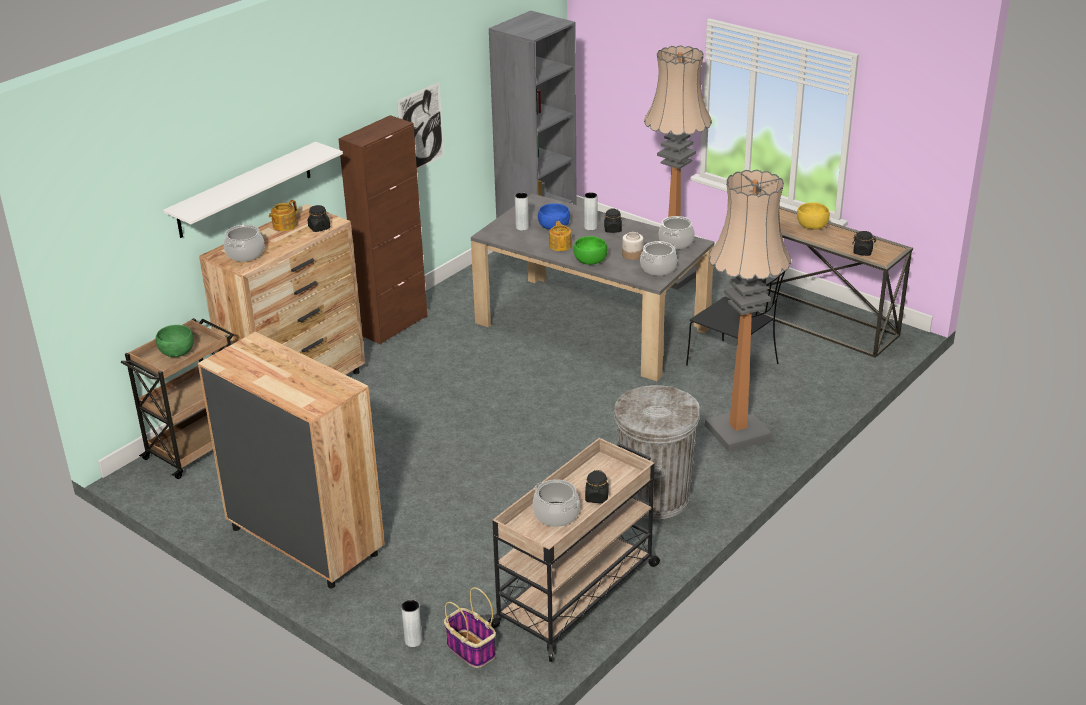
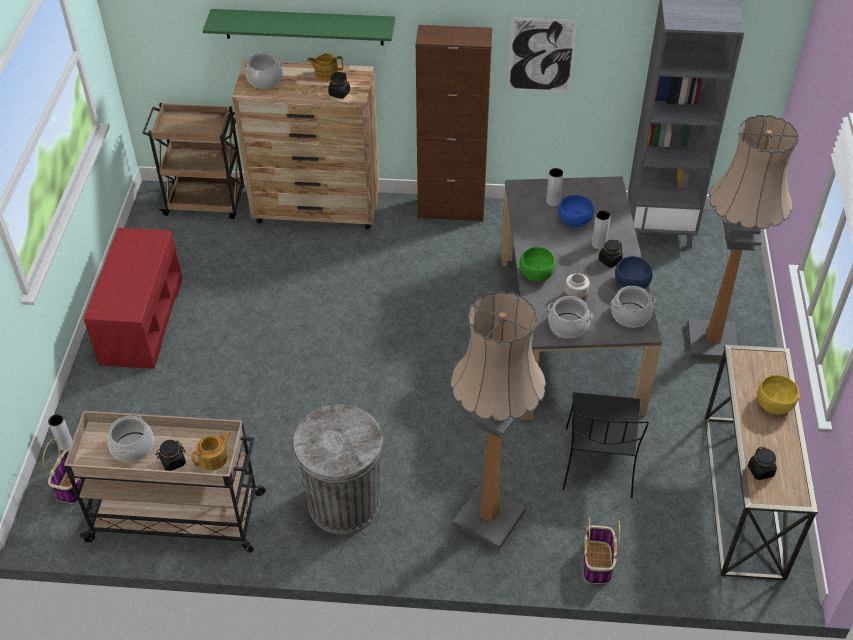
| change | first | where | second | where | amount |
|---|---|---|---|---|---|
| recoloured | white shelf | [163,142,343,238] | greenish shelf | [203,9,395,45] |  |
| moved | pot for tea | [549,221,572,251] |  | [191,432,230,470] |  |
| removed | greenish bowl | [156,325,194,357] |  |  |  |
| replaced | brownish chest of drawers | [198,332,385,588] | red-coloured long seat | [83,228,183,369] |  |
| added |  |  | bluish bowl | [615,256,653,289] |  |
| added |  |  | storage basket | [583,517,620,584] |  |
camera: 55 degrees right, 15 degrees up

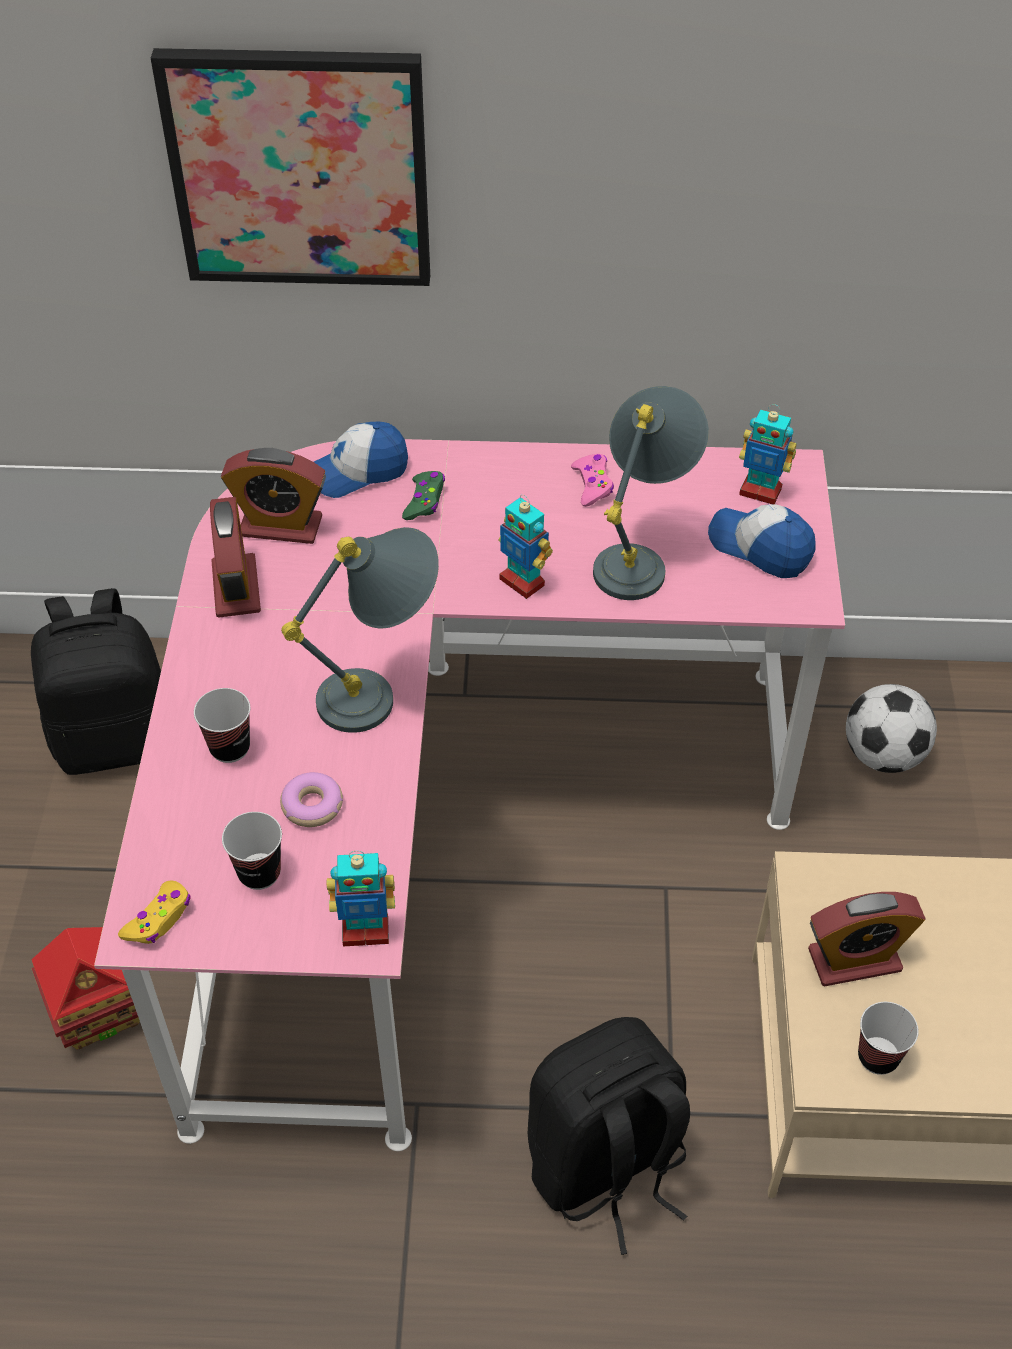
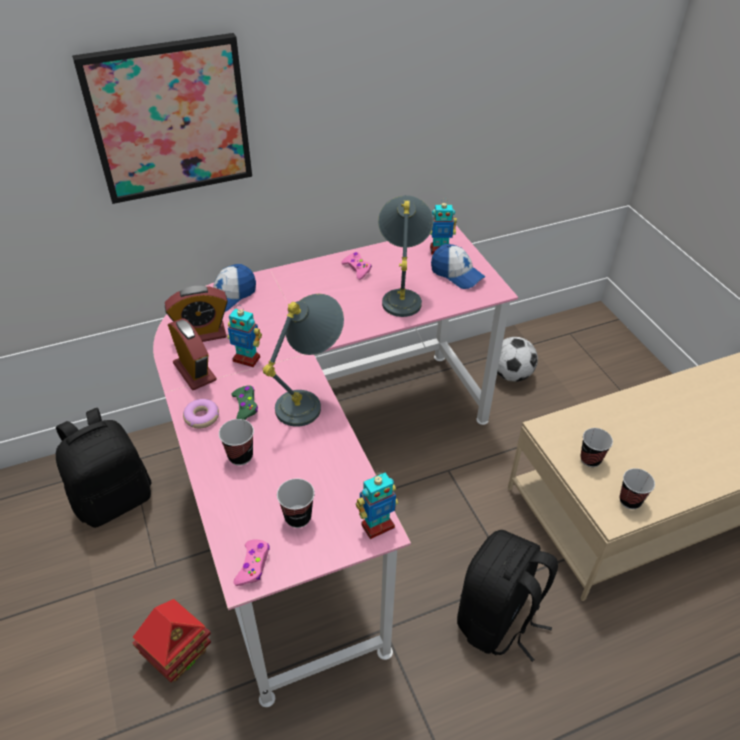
| change | first | where | second | where | amount |
|---|---|---|---|---|---|
| moved | greenish joypad | [402,471,445,520] |  | [231,385,258,420] |  |
| moved | model robot | [498,495,553,599] |  | [227,305,262,367] |  |
| turned | peaked cap | [708,504,816,578] |  | [431,244,486,289] | 150 degrees counterclockwise |
| moved | ring doughnut | [280,772,343,827] |  | [183,399,219,428] |  |
| recoloured | yellow-coloured joypad | [118,881,191,944] | pinkish joypad | [233,540,270,586] |  |
| replaced | bedside clock | [808,892,925,986] | cup | [580,428,613,467] |  |
camera: 25 degrees left, 5 degrees down

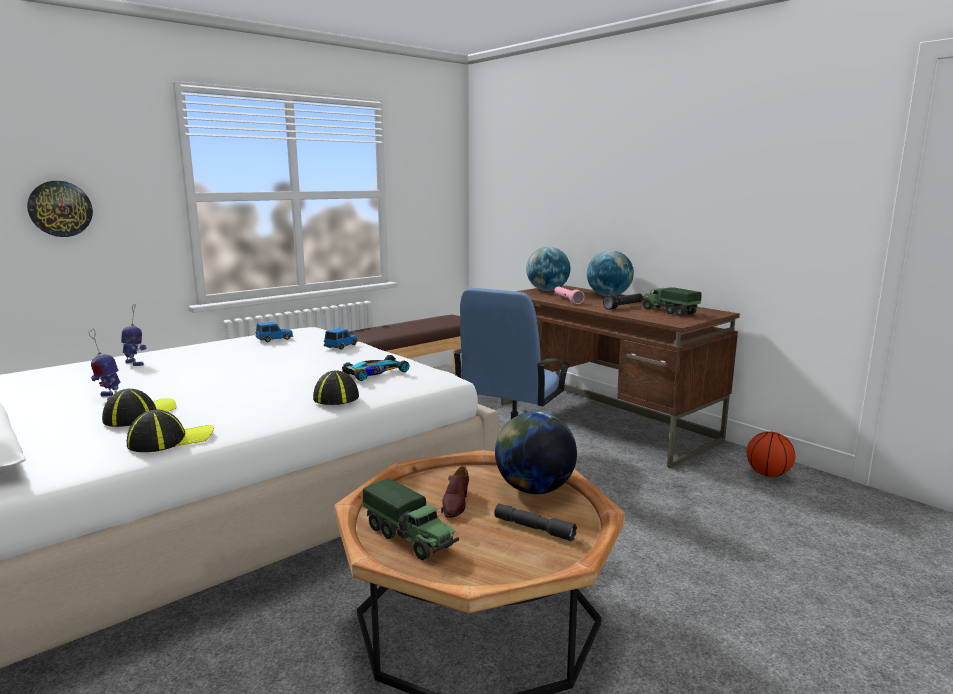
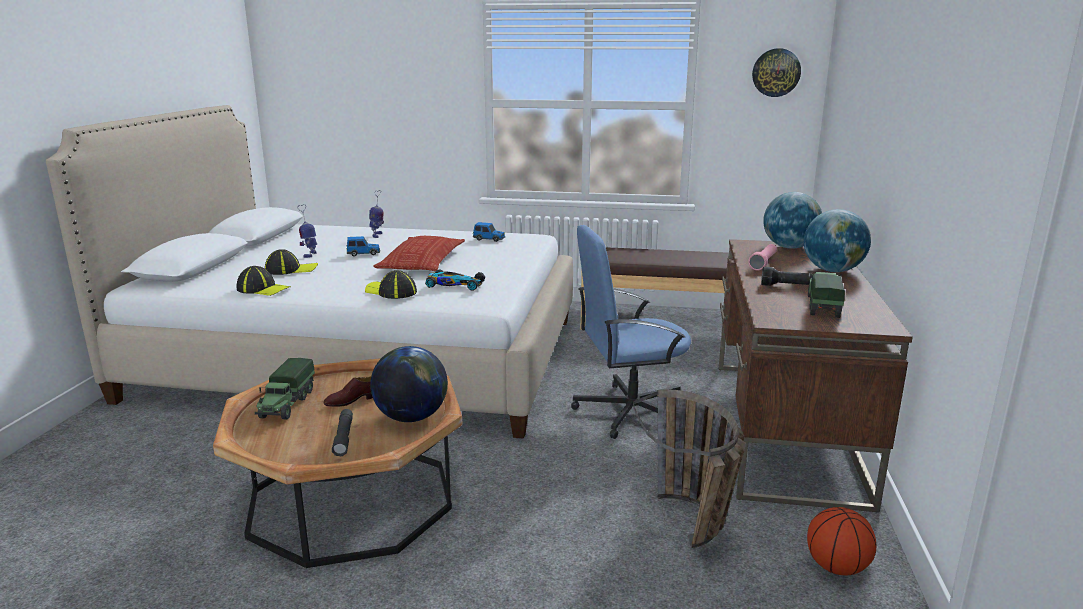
| change | first | where | second | where | amount |
|---|---|---|---|---|---|
| moved | wall clock | [27,181,93,237] |  | [752,48,801,97] |  |
| moved | toy car | [324,328,358,350] |  | [346,236,380,257] |  |
| turned | peaked cap | [313,370,359,405] |  | [365,270,417,299] | 90 degrees counterclockwise |
| added |  |  | pillow | [373,236,465,271] |  |
| added |  |  | storage basket | [633,389,746,548] |  |
camera: 50 degrees right, 5 degrees up

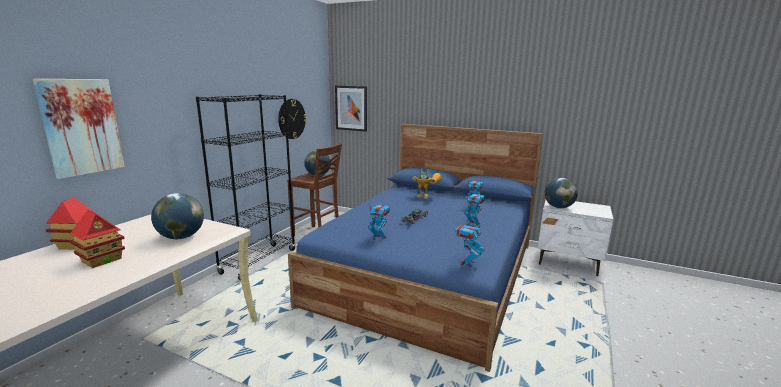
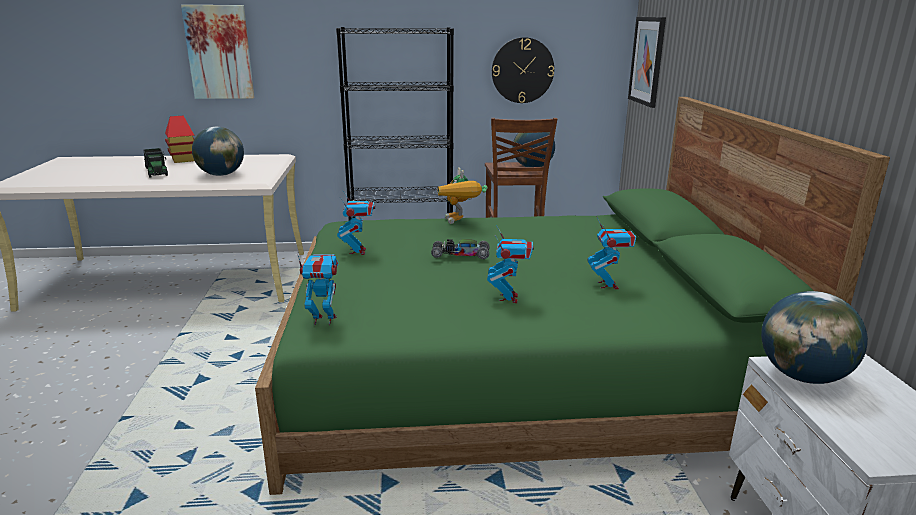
| change | first | where | second | where | amount |
|---|---|---|---|---|---|
| recoloured | bluish bedroom bed | [288,124,543,372] | greenish bedroom bed | [255,97,890,495] |  |
| moved | model robot | [412,169,442,199] |  | [438,167,488,224] |  |
| replaced | miniature house | [70,210,125,268] | toy truck | [143,148,168,178] |  |
camera: 60 degrees right, 5 degrees up

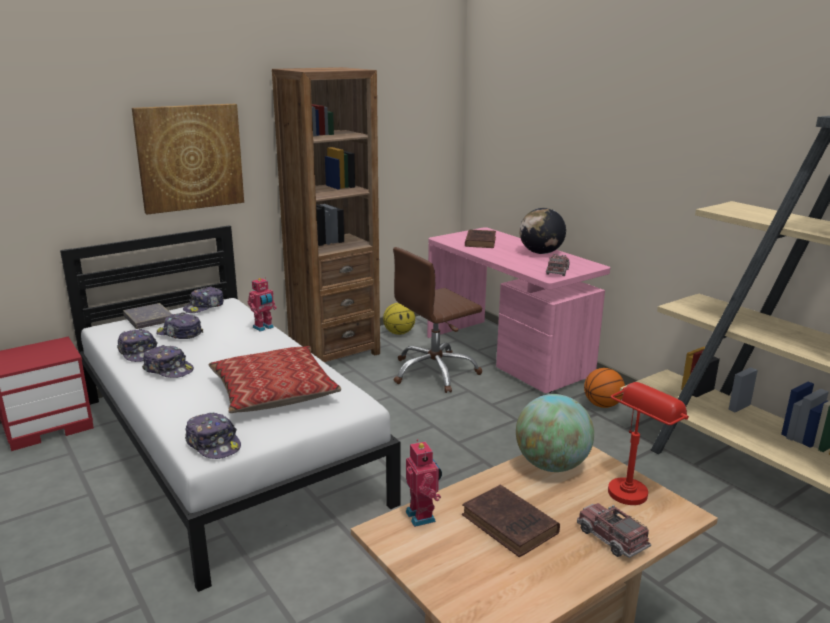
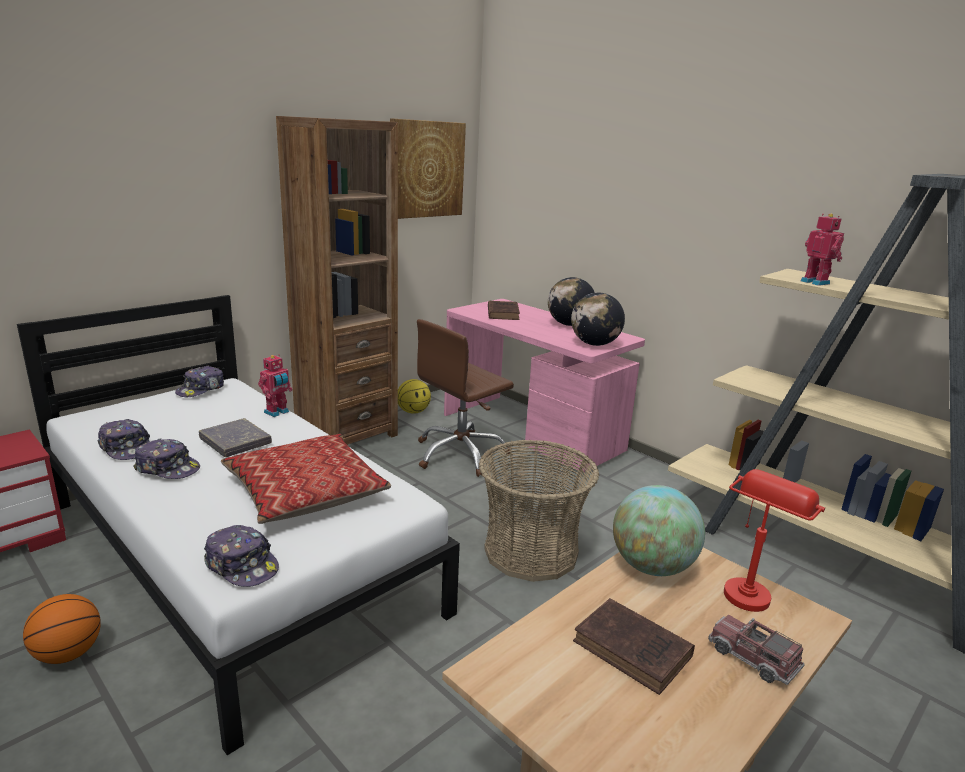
| change | first | where | second | where | amount |
|---|---|---|---|---|---|
| moved | wall picture | [132,104,244,214] |  | [390,118,466,219] |  |
| replaced | toy truck | [546,254,570,276] | desk globe | [571,293,625,346] |  |
| moved | gray book | [123,303,172,329] |  | [199,418,272,457] |  |
| removed | peaked cap | [156,312,203,339] |  |  |  |
| moved | basketball | [584,368,625,408] |  | [23,594,101,664] |  |
| moved | model robot | [406,439,442,527] |  | [801,214,844,286] |  |
| added |  |  | storage basket | [479,440,599,582] |  |
camera: 10 degrees left, 0 degrees up

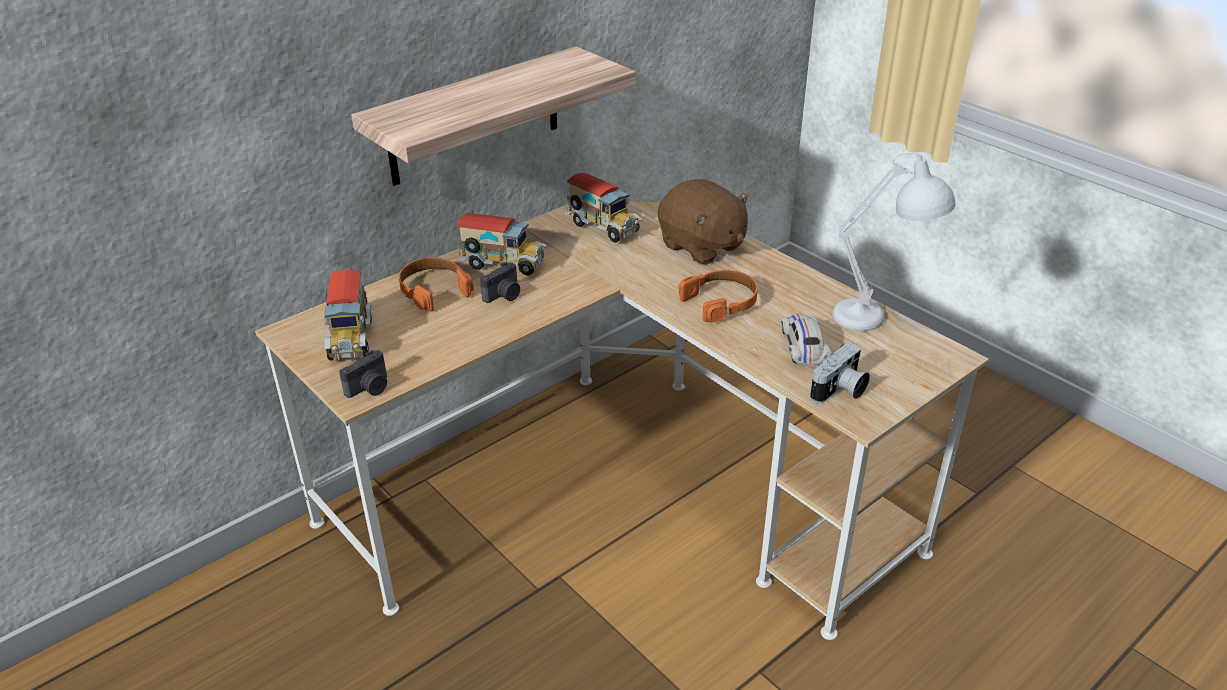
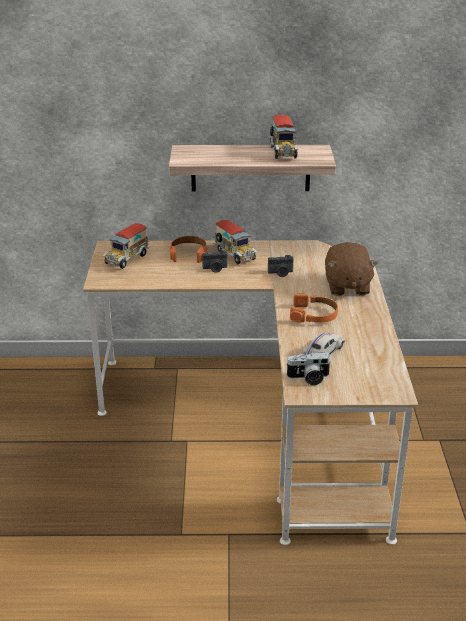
| change | first | where | second | where | amount |
|---|---|---|---|---|---|
| removed | white table lamp | [832,153,955,331] |  |  |  |
| moved | toy truck | [565,173,643,243] |  | [269,115,298,159] |  |
| moved | photo camera | [339,350,387,398] |  | [268,255,293,277] |  |
camera: 40 degrees right, 5 degrees down

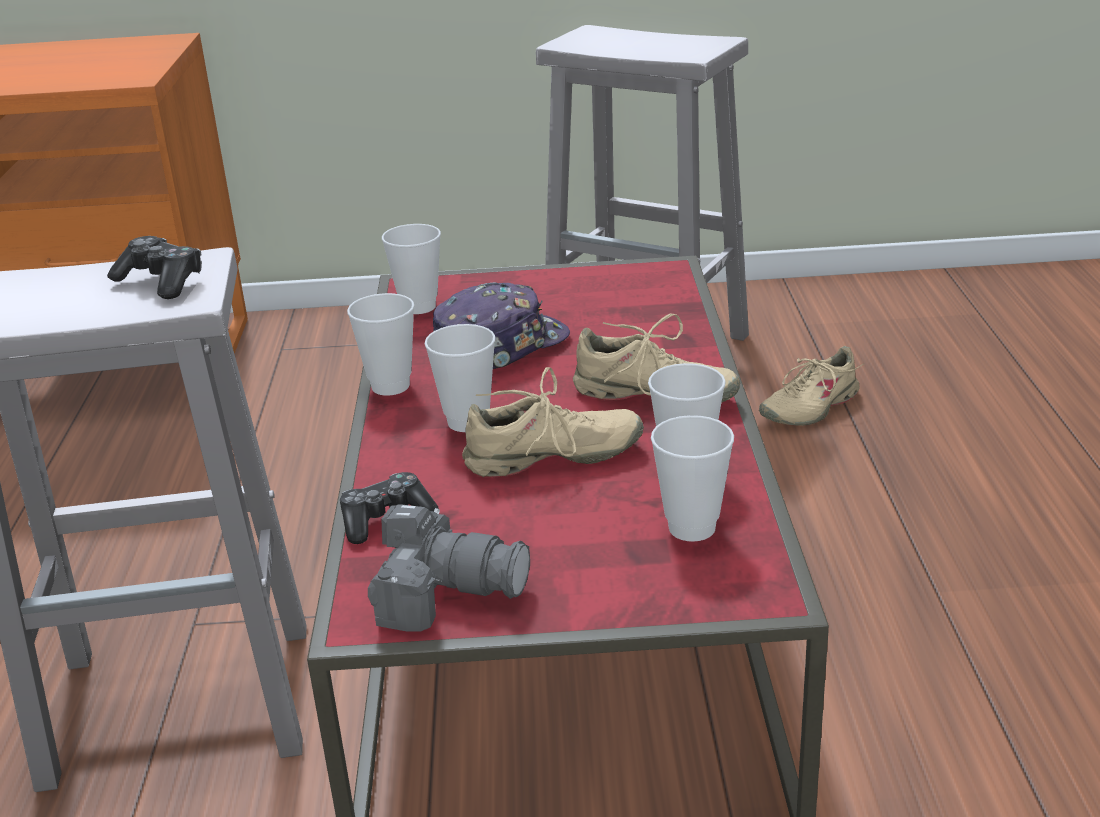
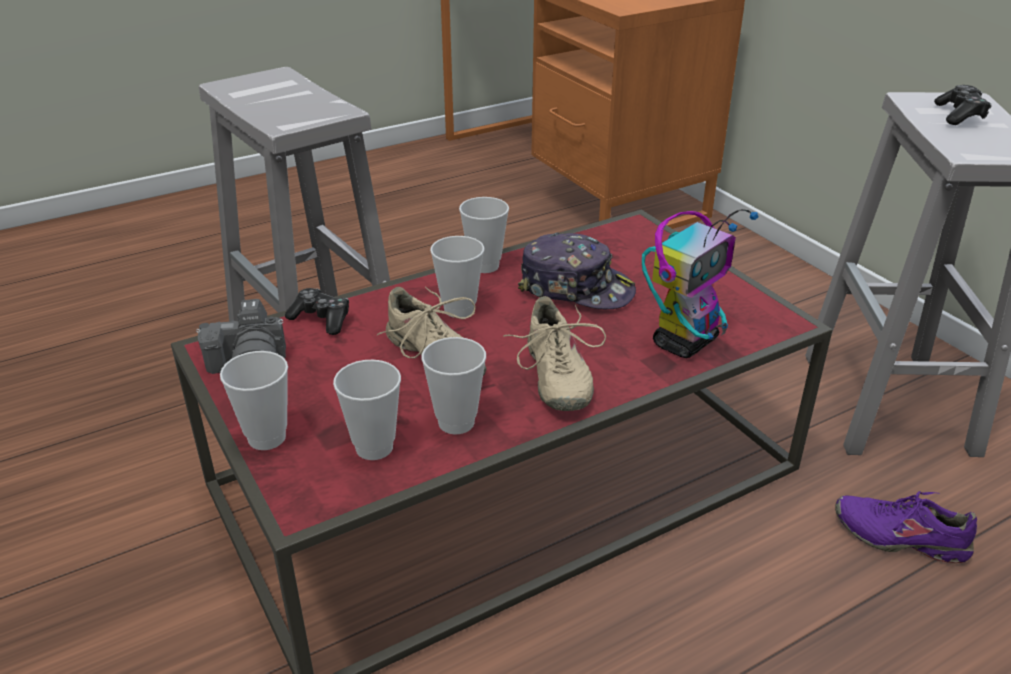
| change | first | where | second | where | amount |
|---|---|---|---|---|---|
| moved | cup | [382,224,441,314] |  | [220,351,288,450] |  |
| moved | joypad | [107,236,202,299] |  | [934,85,992,125] |  |
| recoloured | beige low shoe | [759,346,863,426] | purplish low shoe | [835,491,977,563] |  |
| added |  |  | model robot | [642,209,758,358] |  |
camera: 60 degrees right, 5 degrees up

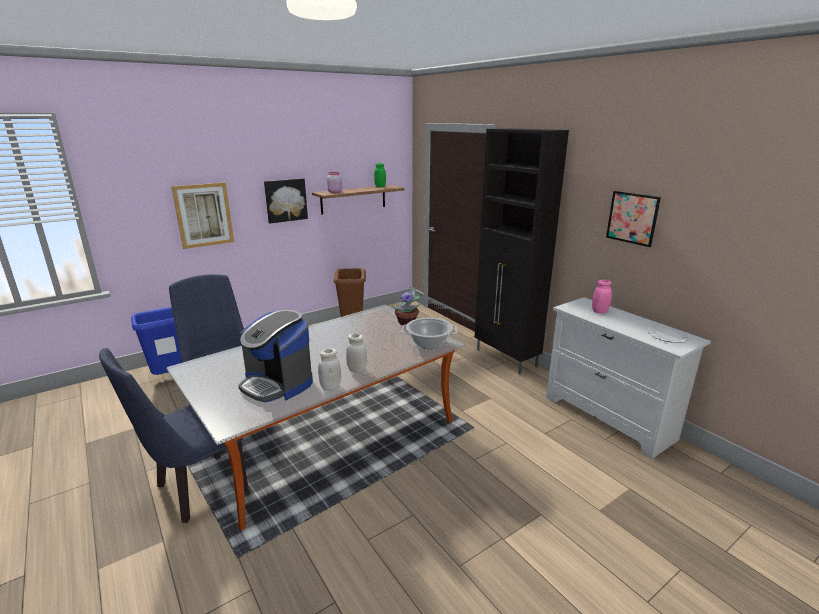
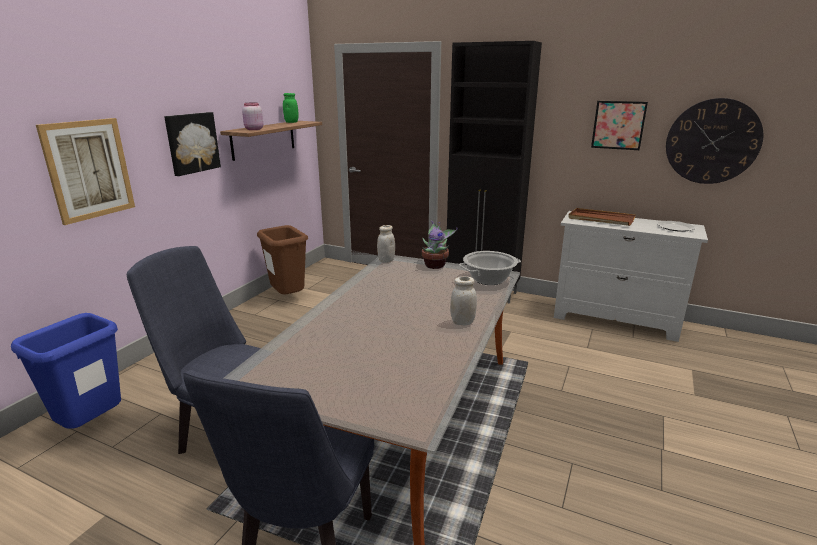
| change | first | where | second | where | amount |
|---|---|---|---|---|---|
| replaced | pinkish jar | [592,280,612,313] | brownish carrying tray | [568,208,636,226] |  |
| removed | coffee maker | [238,310,313,402] |  |  |  |
| moved | white jar | [318,349,341,391] |  | [377,225,395,263] |  |
| added |  |  | wall clock | [666,98,763,184] |  |
camera: 30 degrees left, 0 degrees up

